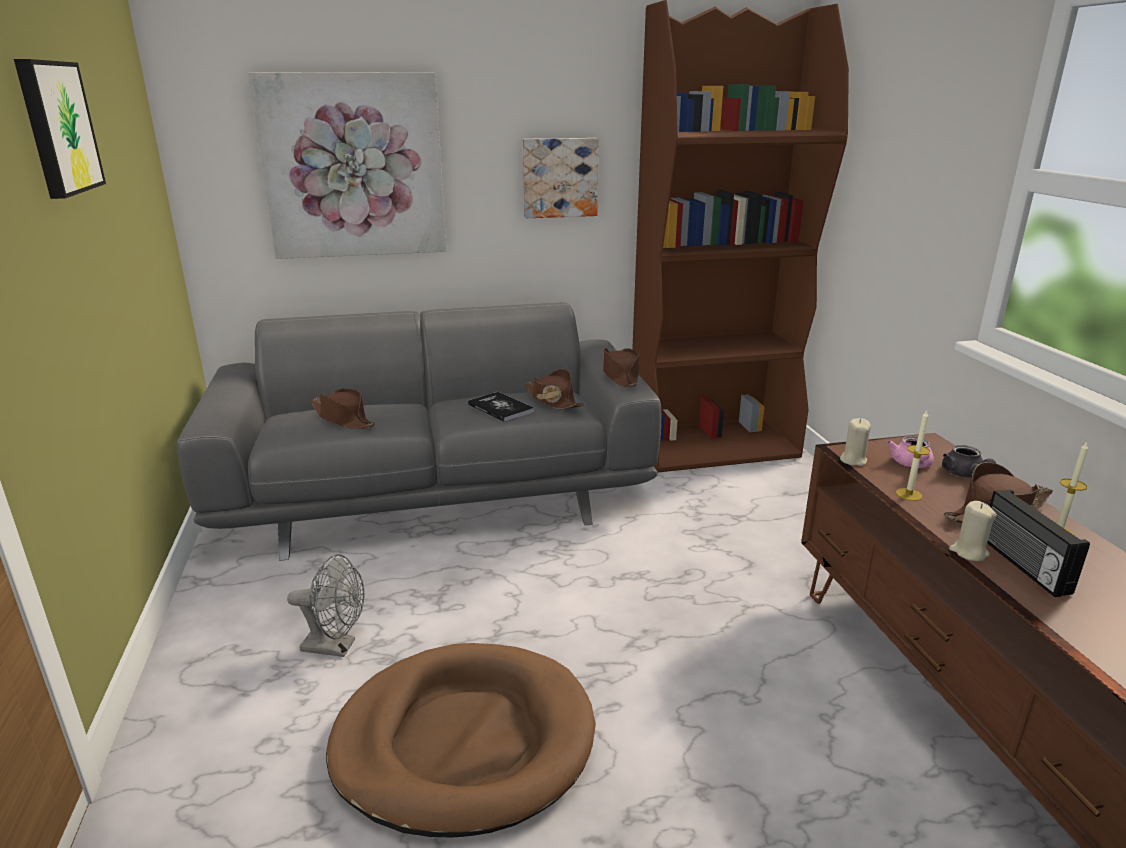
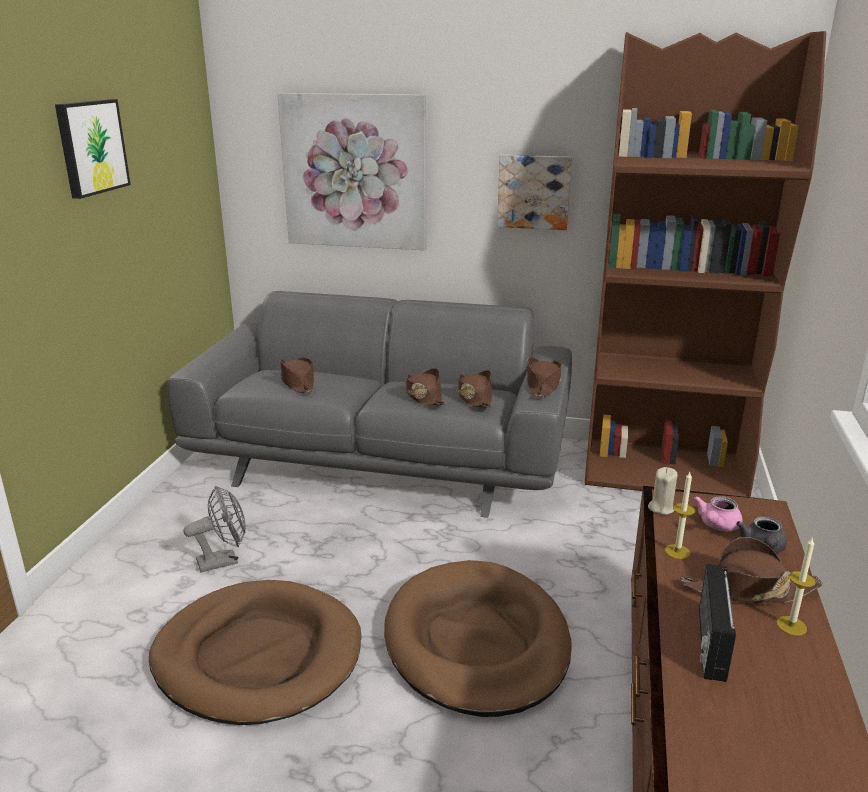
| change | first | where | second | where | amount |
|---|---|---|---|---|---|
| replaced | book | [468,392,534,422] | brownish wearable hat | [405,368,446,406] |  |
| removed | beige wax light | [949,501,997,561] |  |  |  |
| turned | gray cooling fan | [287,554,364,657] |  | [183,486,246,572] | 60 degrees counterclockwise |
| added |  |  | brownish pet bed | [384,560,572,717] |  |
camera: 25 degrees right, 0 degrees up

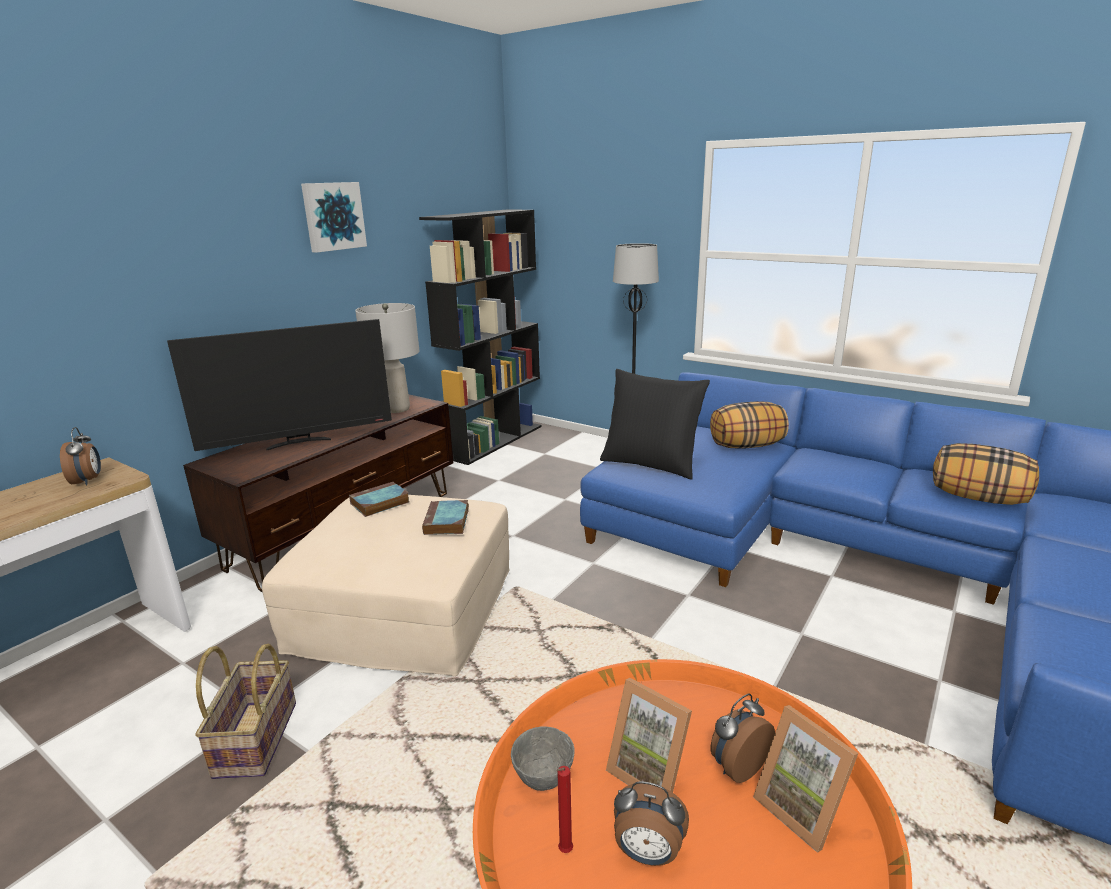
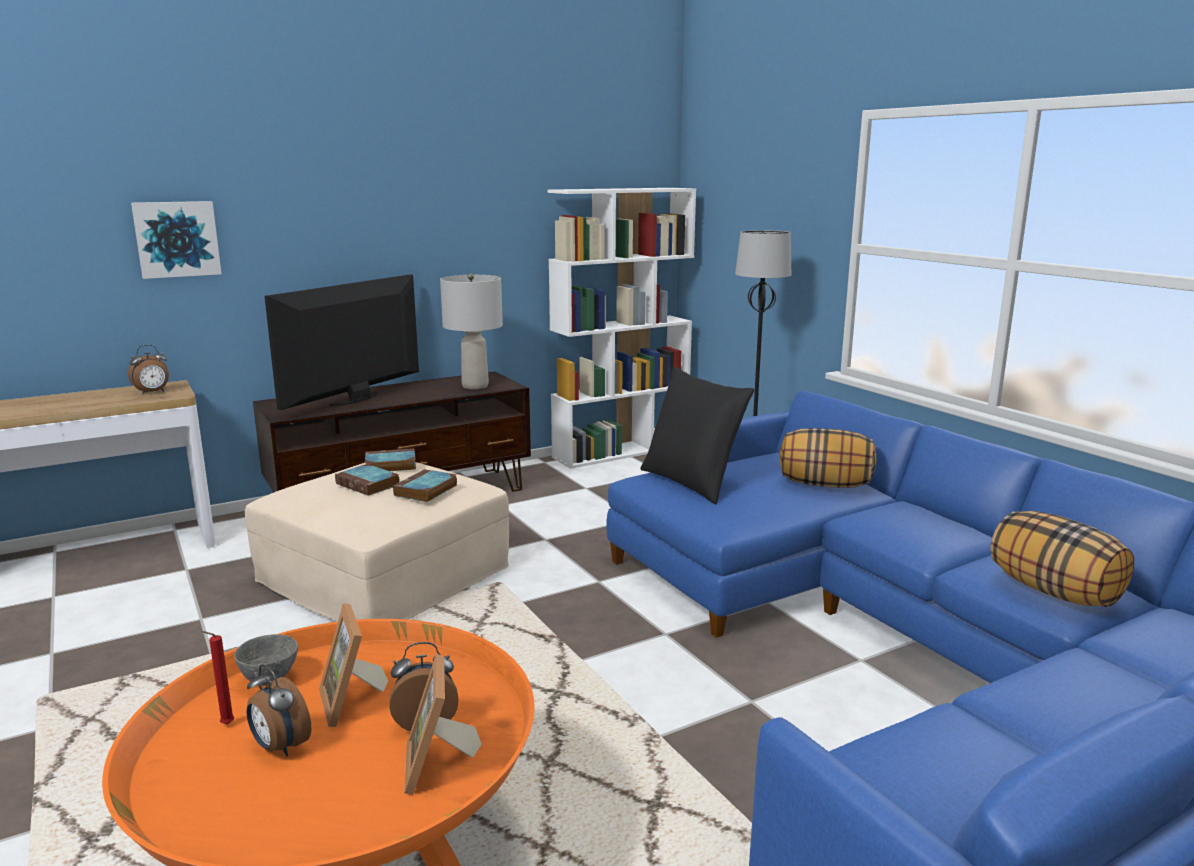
| change | first | where | second | where | amount |
|---|---|---|---|---|---|
| moved | wall picture | [301,182,367,253] |  | [131,201,222,279] |  |
| recoloured | black-coloured shelving unit | [419,210,542,465] | white shelving unit | [547,188,696,469] |  |
| turned | TV set | [167,319,392,451] |  | [265,275,419,410] | 120 degrees clockwise |
| turned | bedside clock | [60,427,101,485] |  | [128,345,169,395] | 45 degrees clockwise |
| removed | storage basket | [195,644,296,779] |  |  |  |
| added |  |  | book | [335,464,399,496] |  |
camera: 25 degrees right, 5 degrees down

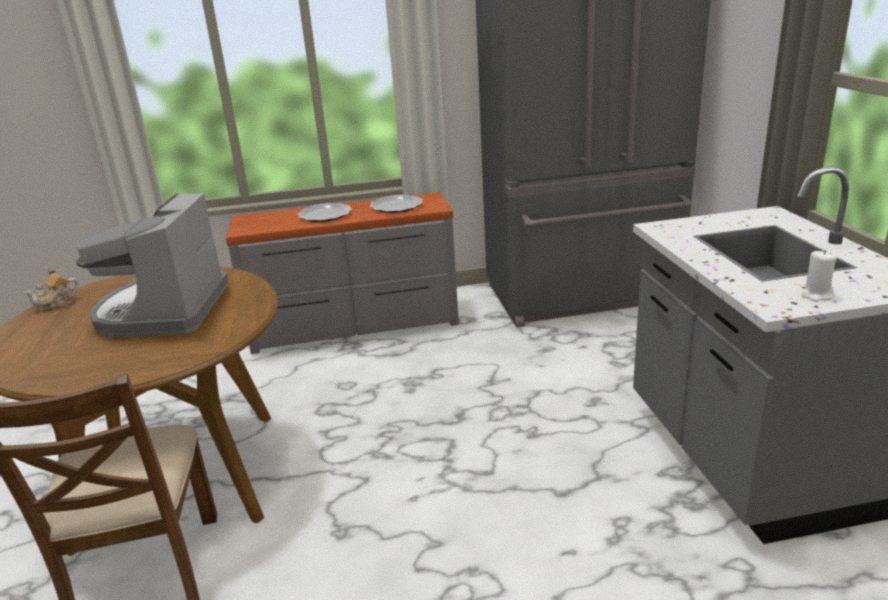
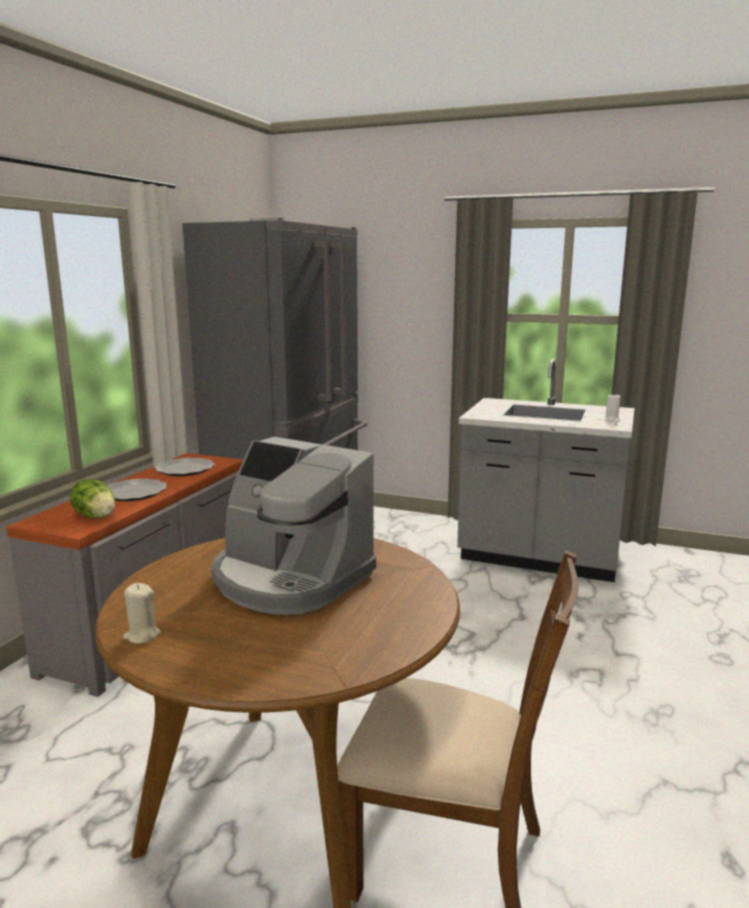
| change | first | where | second | where | amount |
|---|---|---|---|---|---|
| replaced | pot for tea | [24,268,78,312] | beige wax light | [123,583,161,644] |  |
| added |  |  | lettuce | [70,479,115,519] |  |
camera: 60 degrees left, 10 degrees down

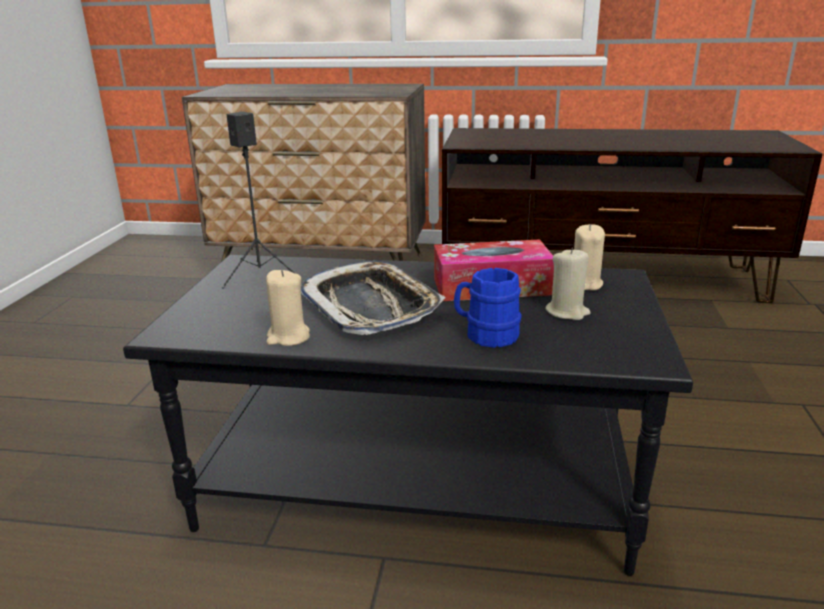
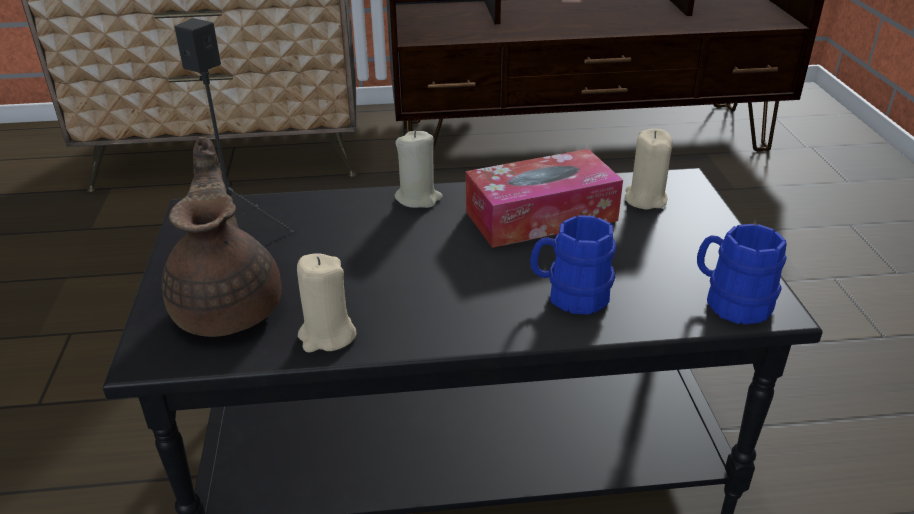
| change | first | where | second | where | amount |
|---|---|---|---|---|---|
| moved | beige wax light | [545,247,591,320] |  | [394,130,443,208] |  |
| removed | carrying tray | [301,261,446,335] |  |  |  |
| added |  |  | brownish pot for tea | [162,137,281,337] |  |
| added |  |  | bluish mug | [697,224,787,325] |  |
camera: 15 degrees left, 10 degrees up

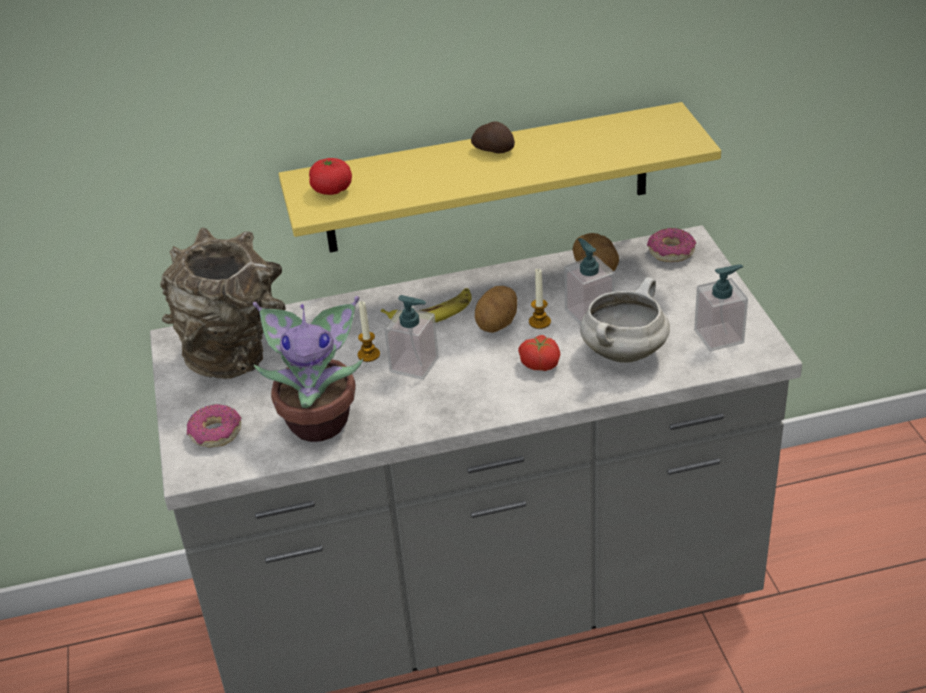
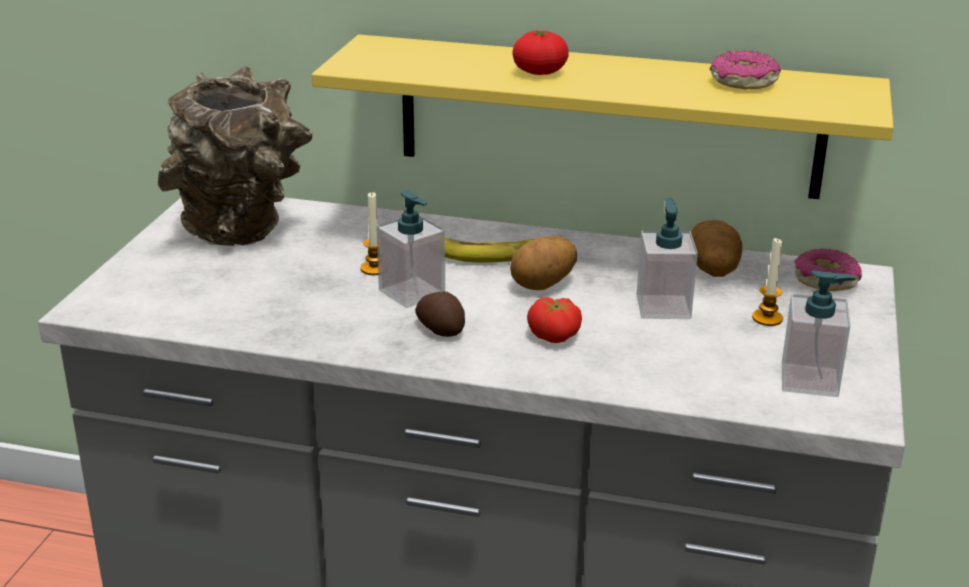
| change | first | where | second | where | amount |
|---|---|---|---|---|---|
| moved | whole potato | [471,121,515,153] |  | [415,292,465,337] |  |
| moved | tomato | [309,158,352,195] |  | [513,30,569,75] |  |
| moved | wax light | [529,268,551,329] |  | [752,238,783,326] |  |
| removed | white cooking pot | [580,277,670,363] |  |  |  |
| removed | potted plant | [253,296,363,442] |  |  |  |
| moved | ring doughnut | [187,404,241,447] |  | [710,50,781,89] |  |
camera: 25 degrees right, 10 degrees down

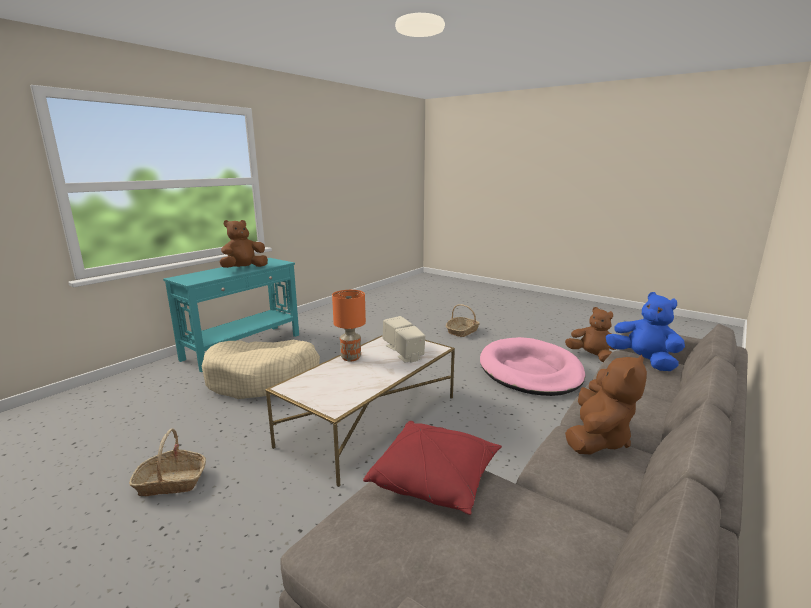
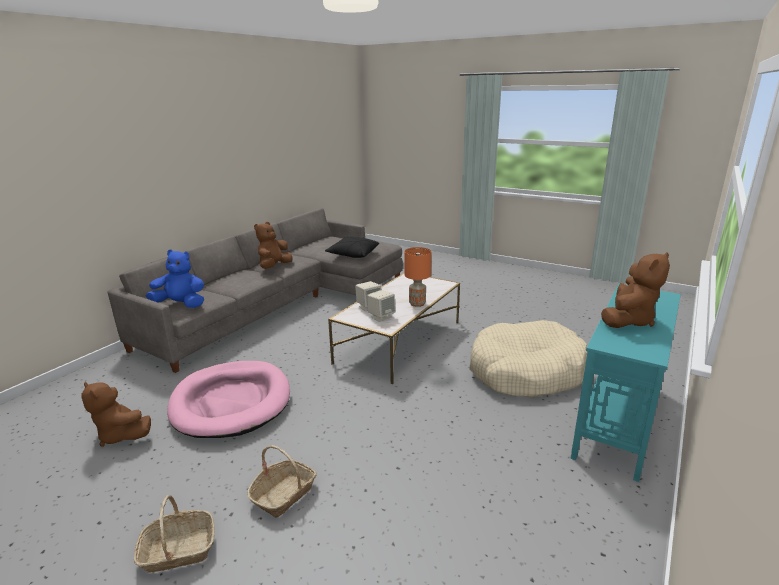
| change | first | where | second | where | amount |
|---|---|---|---|---|---|
| turned | bluish soft toy | [606,292,685,371] |  | [146,249,204,308] | 135 degrees clockwise |
| recoloured | red-coloured pillow | [363,421,502,515] | black-coloured pillow | [325,237,379,258] |  |
| moved | storage basket | [129,429,206,496] |  | [134,495,215,573] |  |
camera: 175 degrees right, 5 degrees up

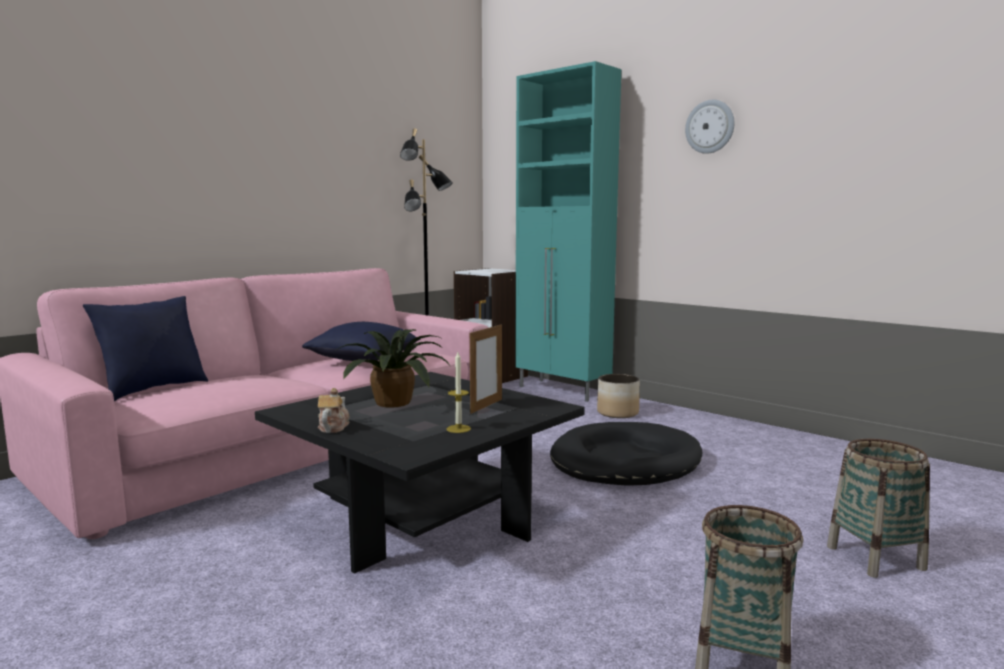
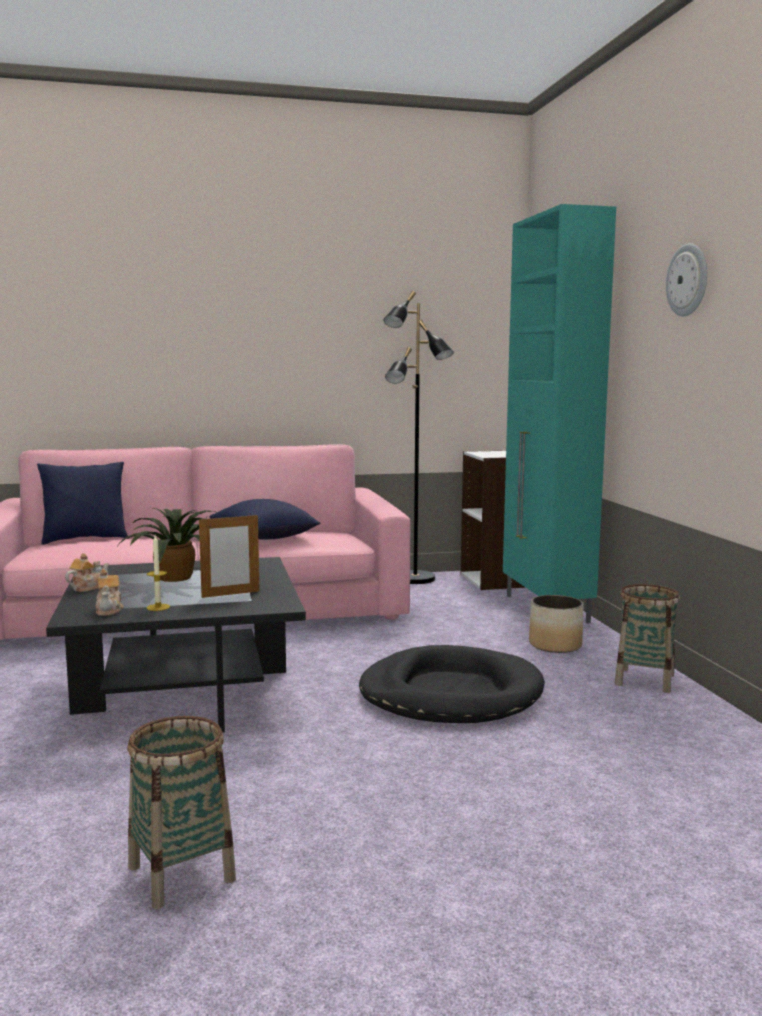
| change | first | where | second | where | amount |
|---|---|---|---|---|---|
| moved | storage basket | [827,439,930,578] |  | [615,584,680,693] |  |
| added |  |  | pot for tea | [95,569,124,616] |  |
camera: 35 degrees right, 0 degrees up

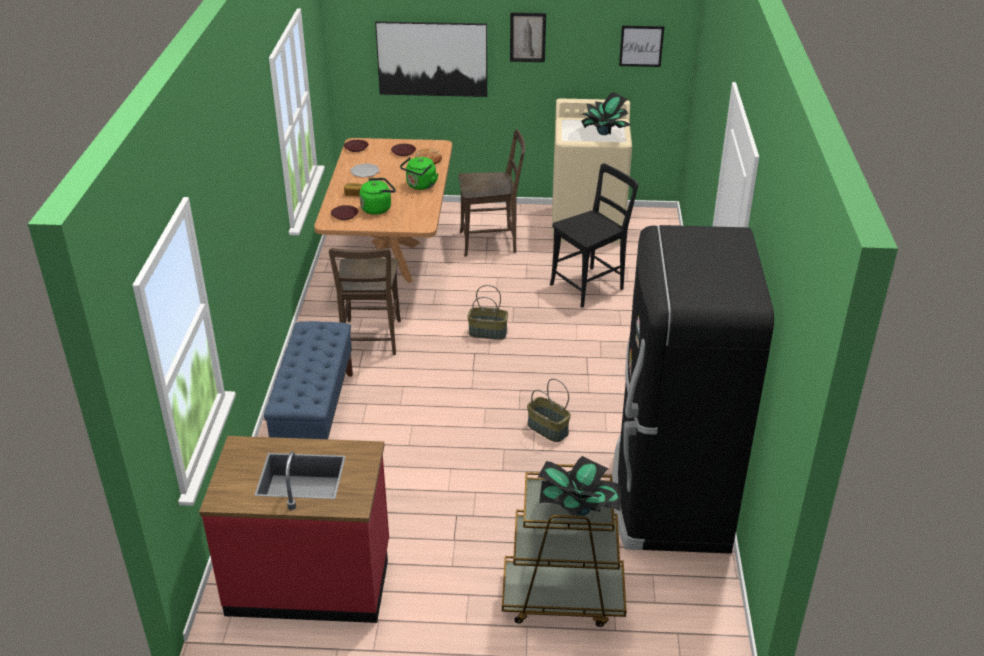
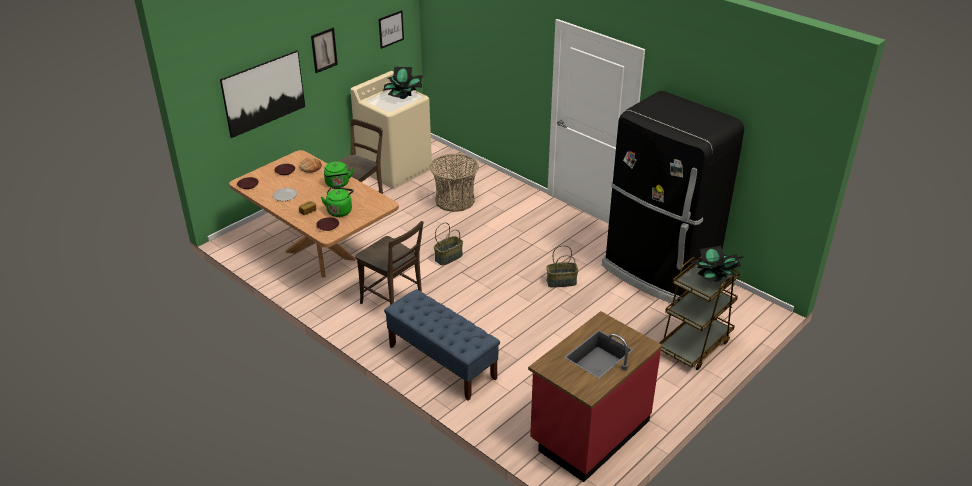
| change | first | where | second | where | amount |
|---|---|---|---|---|---|
| replaced | black-coloured chair | [550,163,638,308] | storage basket | [430,154,479,212] |  |
camera: 50 degrees left, 0 degrees up

